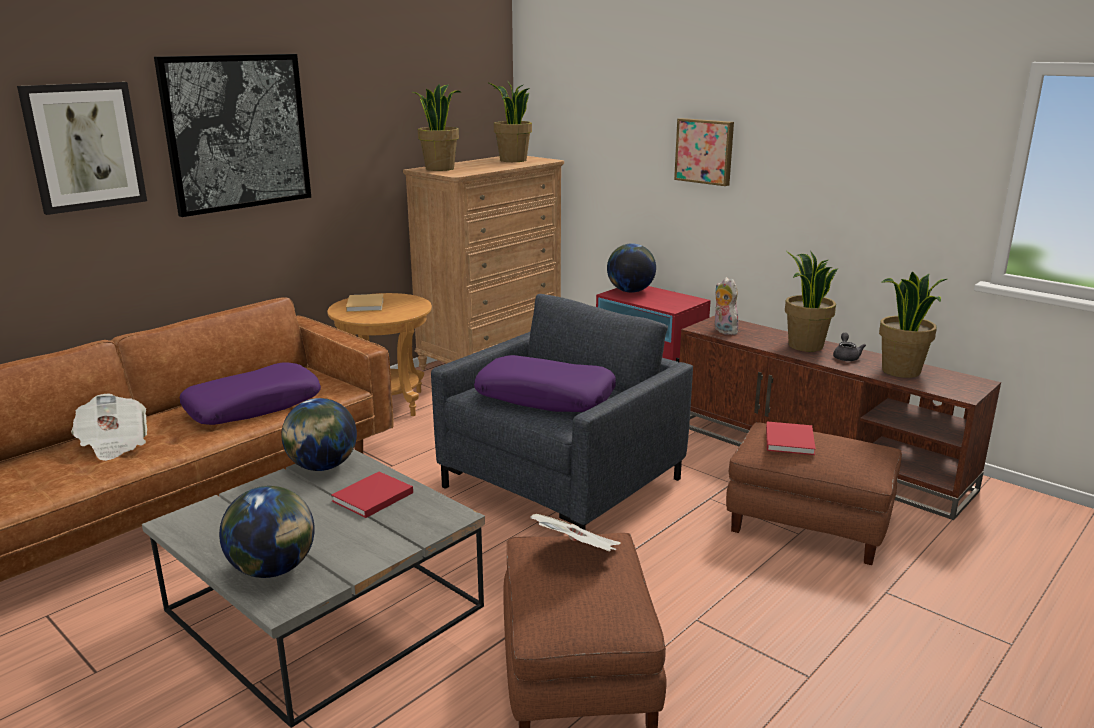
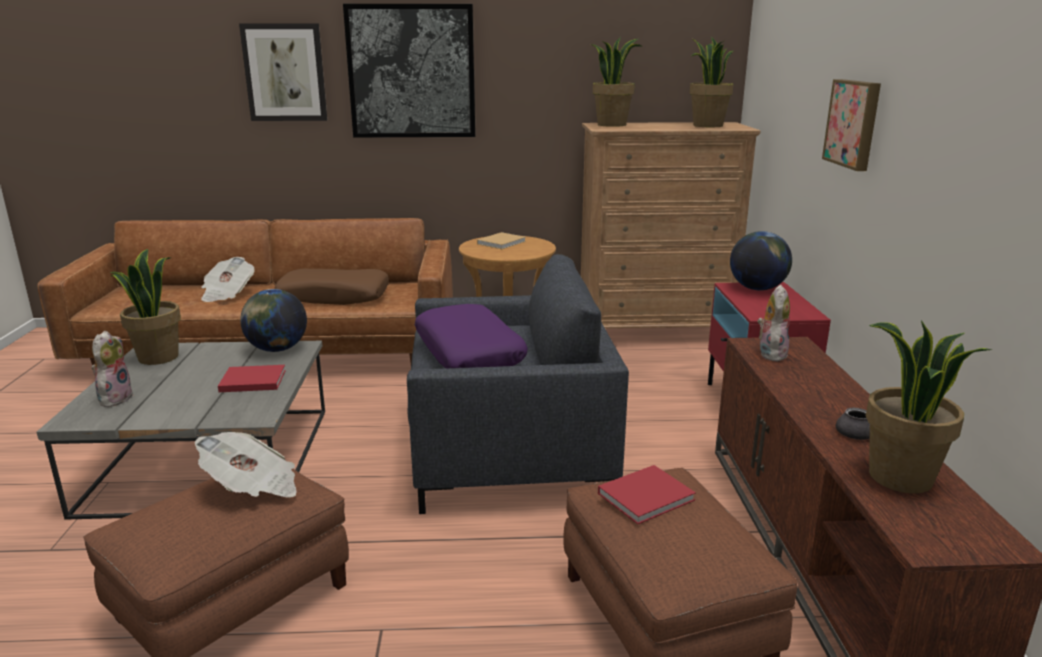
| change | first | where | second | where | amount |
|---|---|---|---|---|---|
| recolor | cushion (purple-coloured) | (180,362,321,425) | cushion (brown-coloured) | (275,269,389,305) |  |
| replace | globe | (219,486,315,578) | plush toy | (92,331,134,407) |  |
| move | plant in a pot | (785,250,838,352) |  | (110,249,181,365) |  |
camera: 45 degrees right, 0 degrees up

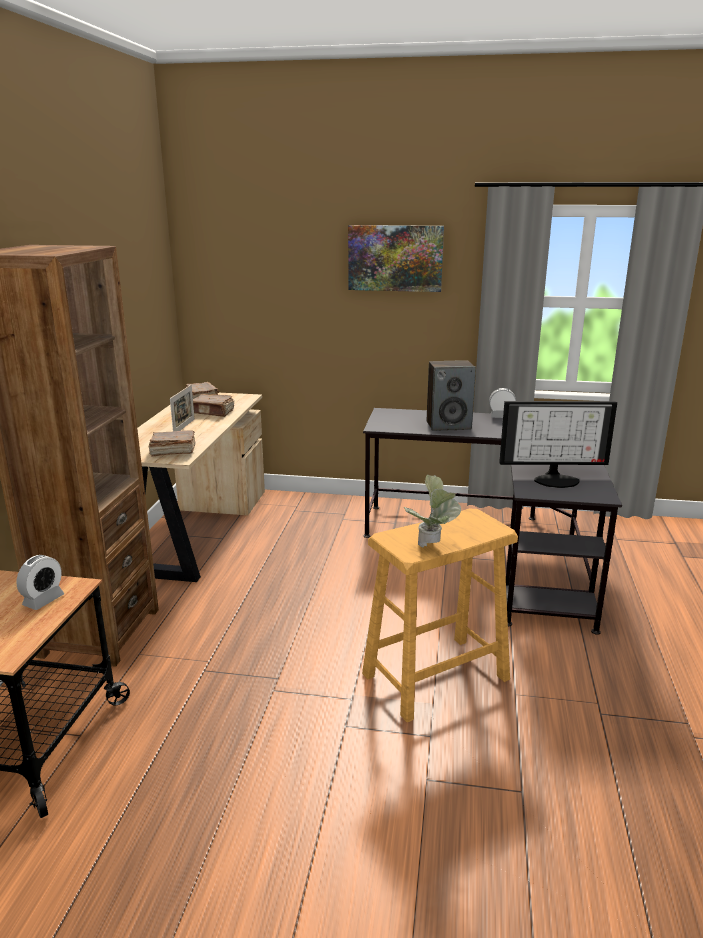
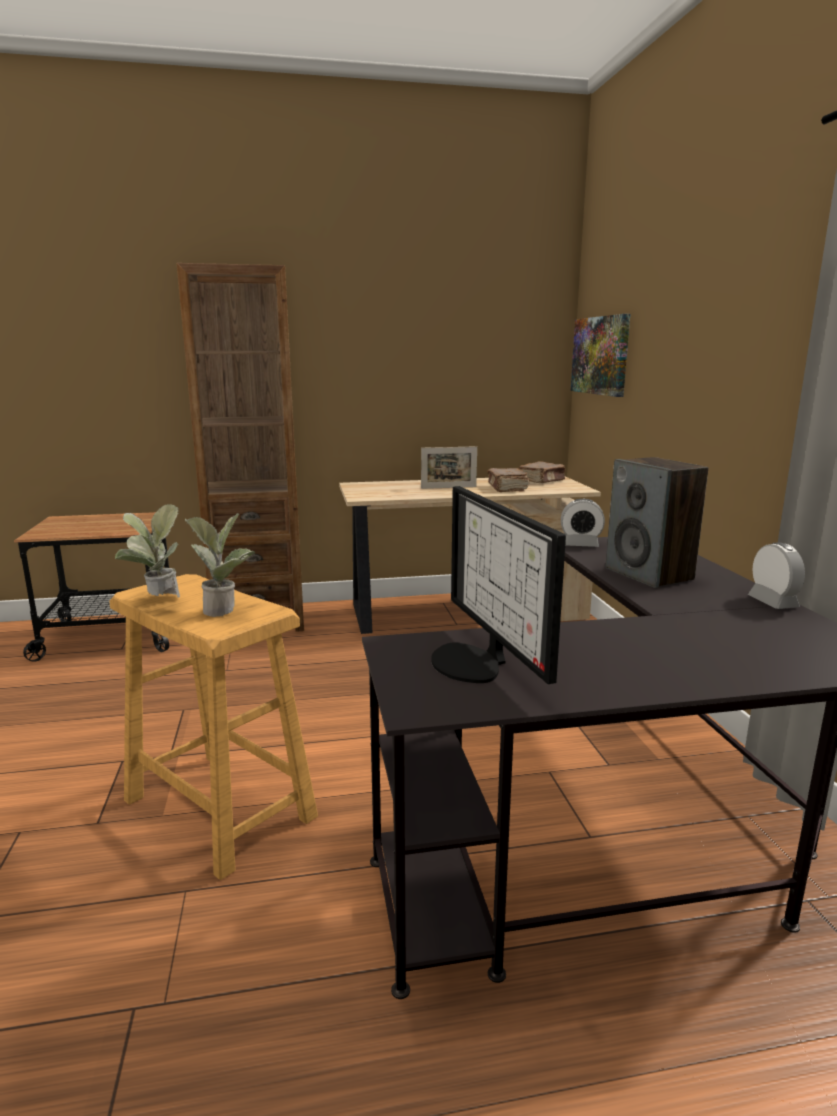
| change | first | where | second | where | amount |
|---|---|---|---|---|---|
| move | alarm clock | (16,555,64,610) |  | (561,499,605,547) |  |
| delete | book (brown-coloured) | (149,430,196,457) |  |  |  |
| move | wall art | (348,225,444,292) |  | (571,314,630,397) |  |
| insert |  |  | plant in a pot | (185,513,255,617) |  |
camera: 70 degrees right, 5 degrees down

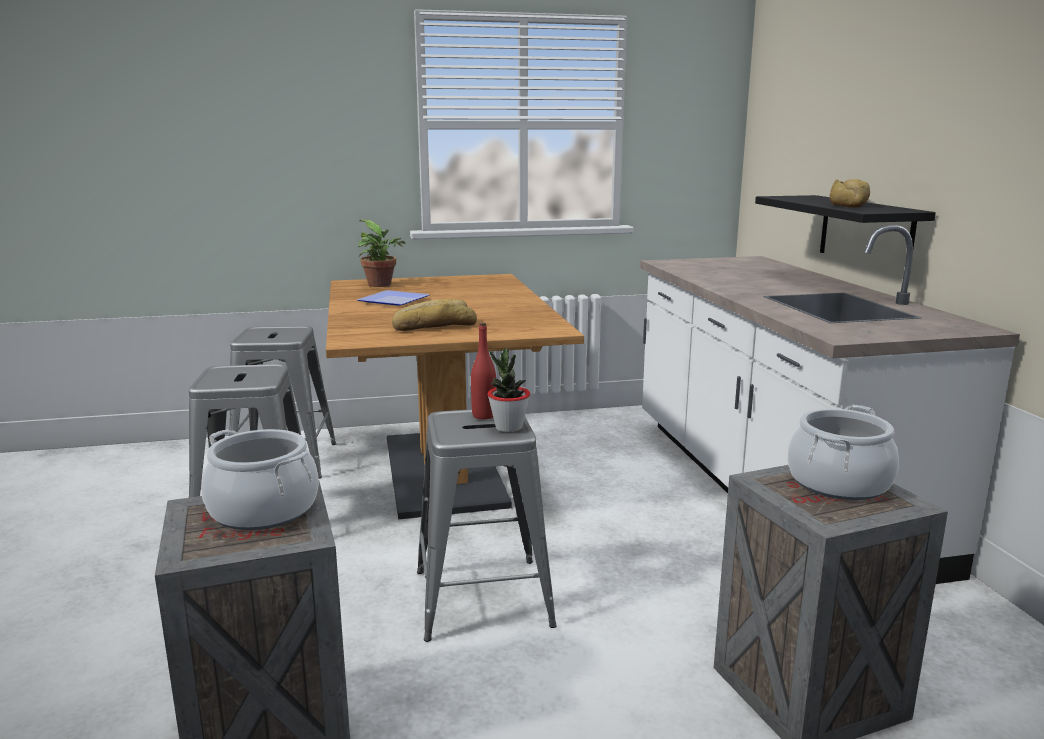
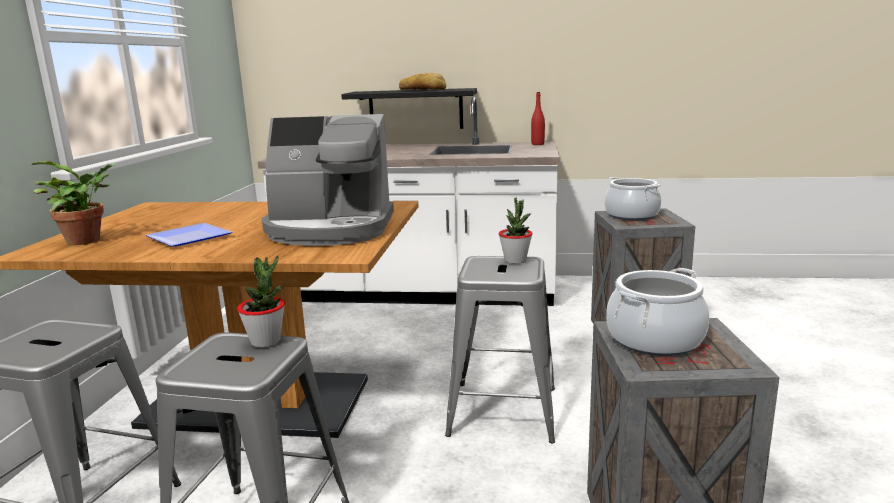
| change | first | where | second | where | amount |
|---|---|---|---|---|---|
| replace | baked bread | (392,299,477,331) | coffee machine | (262,114,394,246) |  |
| move | drink bottle (red) | (471,323,496,419) |  | (531,92,545,145) |  |
| insert |  |  | plant in a pot | (237,255,285,347) |  |
camera: 70 degrees left, 0 degrees up

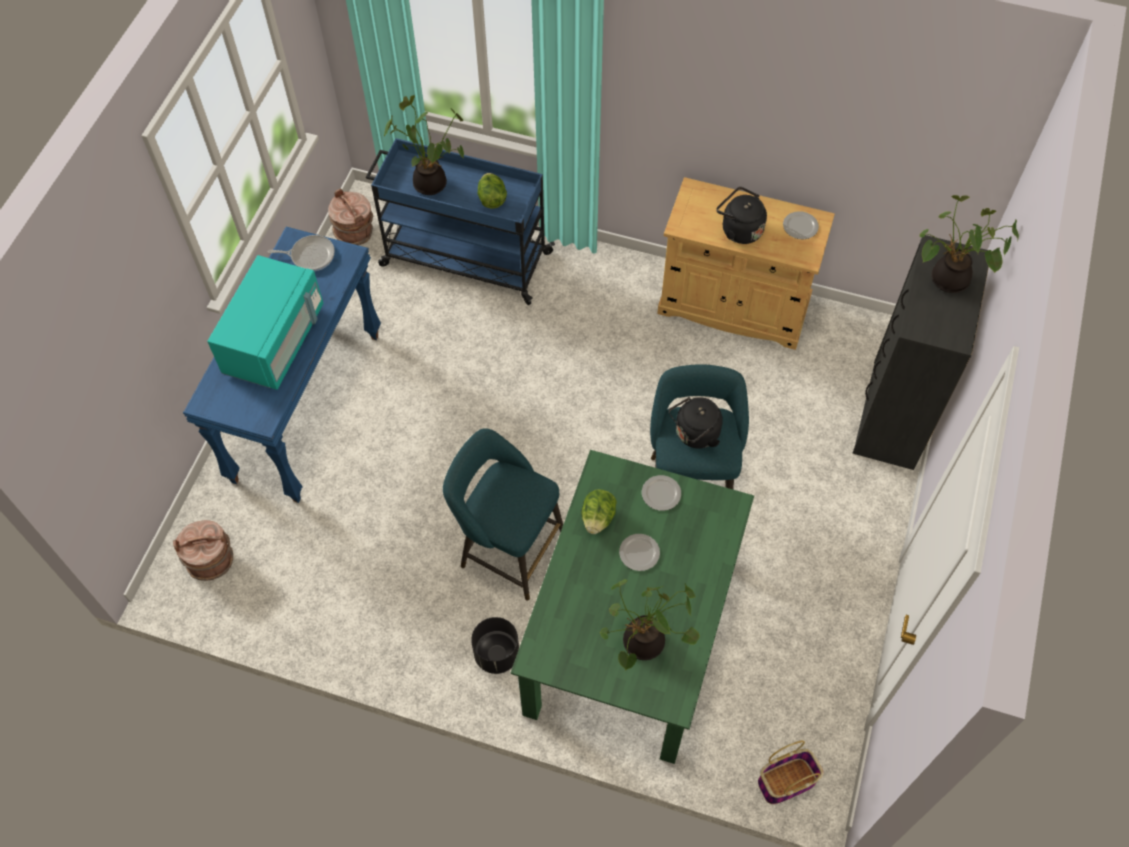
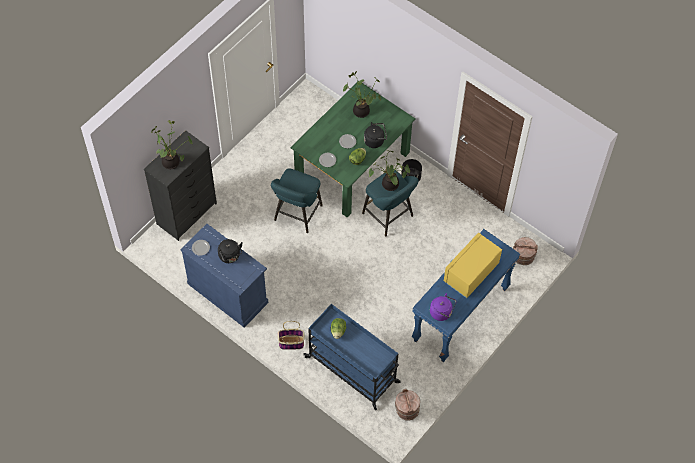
| change | first | where | second | where | amount |
|---|---|---|---|---|---|
| recolor | kitchen microwave (turquoise) | (208,255,324,390) | kitchen microwave (yellowish) | (444,233,502,298) |  |
| replace | frying pan | (268,235,335,271) | kettle (purple-coloured) | (430,293,456,321) |  |
| move | plant in a pot | (384,95,464,195) |  | (369,150,410,191) |  |
| recolor | cabinet (sand-coloured) | (657,177,835,350) | cabinet (bluish) | (180,224,268,328) |  |
| move | kettle (black) | (669,397,723,449) |  | (364,122,387,148) |  |
| move | basket | (758,741,824,804) |  | (278,321,304,350) |  |
camera: 160 degrees left, 0 degrees up

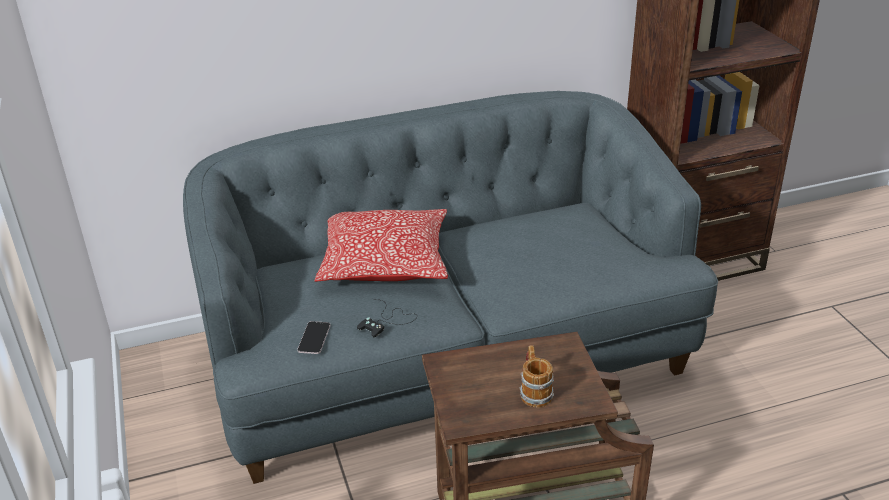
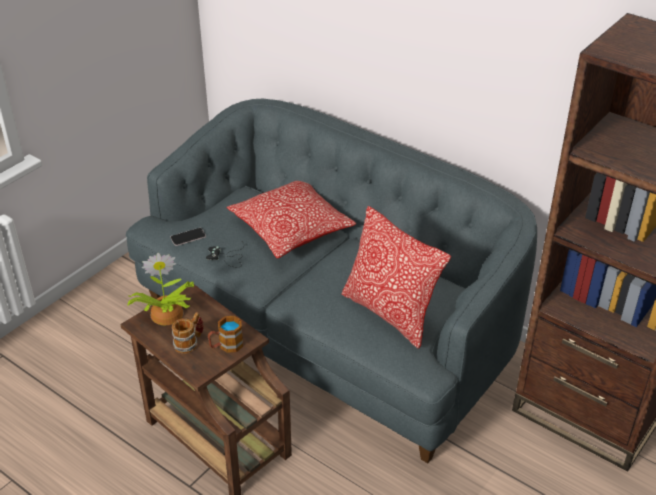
| change | first | where | second | where | amount |
|---|---|---|---|---|---|
| insert |  |  | plant in a pot | (128,253,194,325) |  |
| insert |  |  | coffee mug | (208,316,243,353) |  |
| insert |  |  | cushion | (341,206,451,348) |  |
camera: 55 degrees right, 5 degrees up

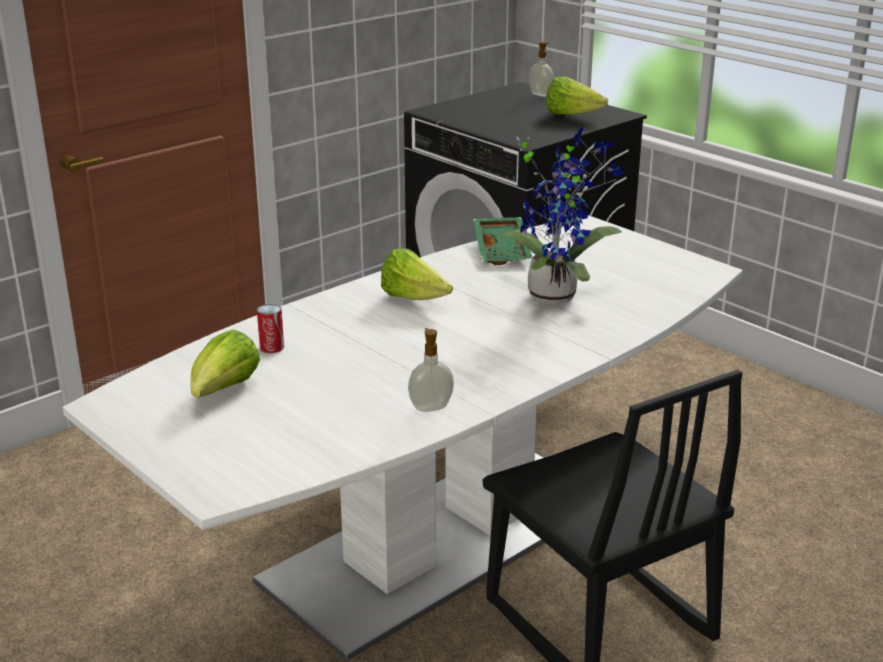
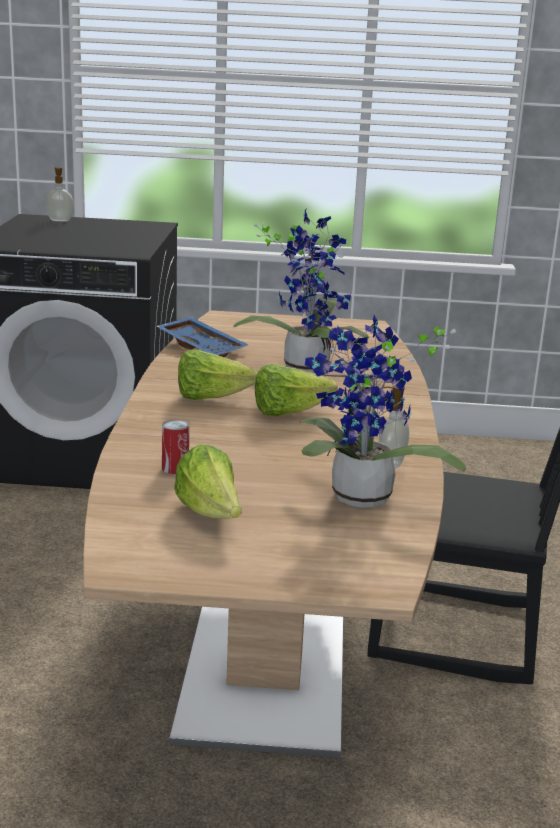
| change | first | where | second | where | amount |
|---|---|---|---|---|---|
| recolor | dinner table (white-coloured) | (62,215,743,661) | dinner table (brown-coloured) | (83,310,444,758) |  |
| recolor | tray (green) | (473,217,533,265) | tray (bluish) | (156,317,249,357) |  |
| move | lettuce head | (546,76,608,115) |  | (255,364,338,416) |  |
| insert |  |  | plant in a pot | (300,315,466,508) |  |
camera: 45 degrees left, 5 degrees down

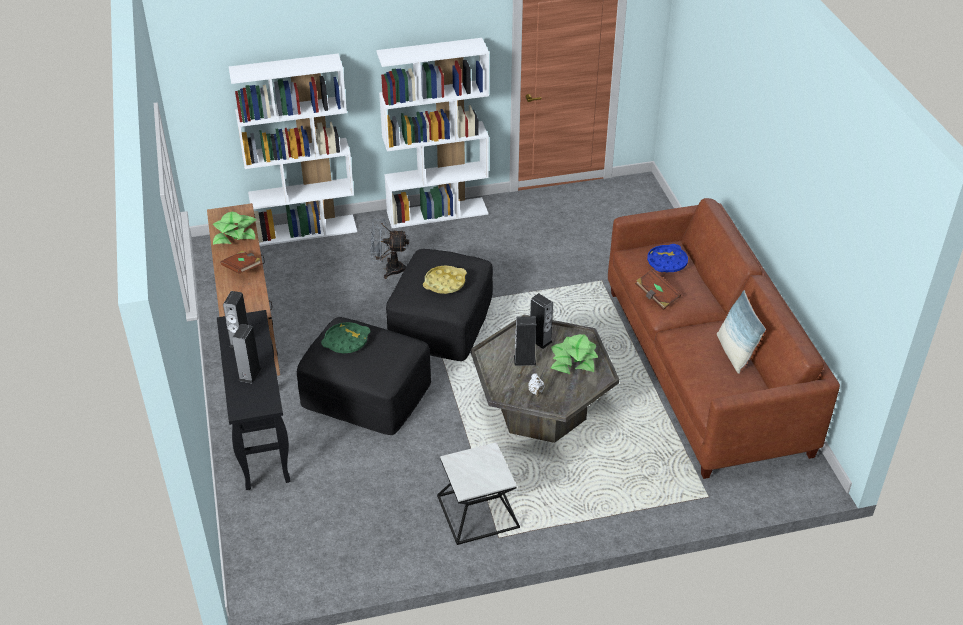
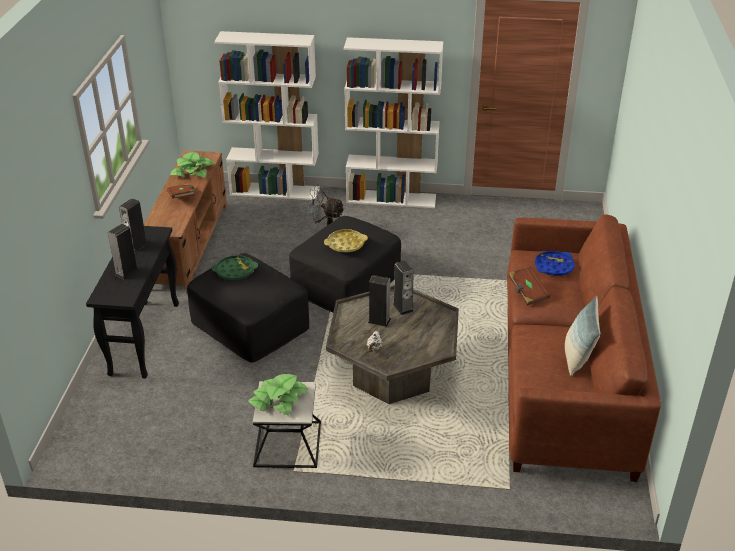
| change | first | where | second | where | amount |
|---|---|---|---|---|---|
| move | plant in a pot | (551,334,598,374) |  | (248,374,309,416) |  |
camera: 20 degrees right, 5 degrees down

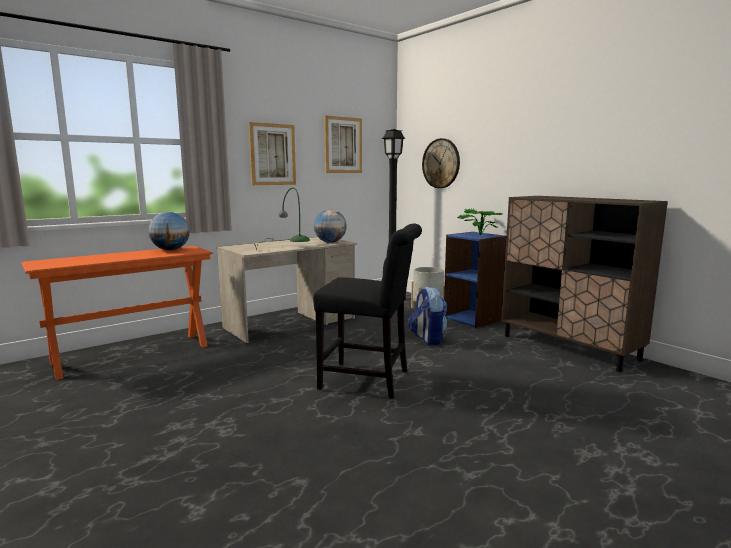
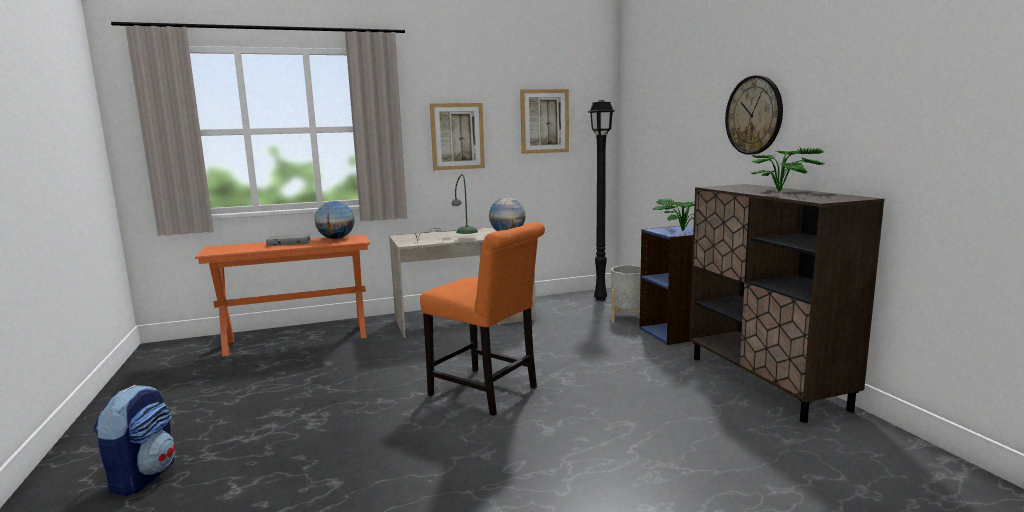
| change | first | where | second | where | amount |
|---|---|---|---|---|---|
| recolor | chair (black) | (313,223,422,399) | chair (orangey) | (420,222,545,416) |  |
| move | knapsack | (408,286,447,345) |  | (94,385,176,496) |  |
| move | hanging clock | (422,138,460,188) |  | (725,75,783,155) |  |
| insert |  |  | book (gray) | (266,234,311,246) |  |
| insert |  |  | plant in a pot | (751,148,825,192) |  |
camera: 20 degrees right, 0 degrees up

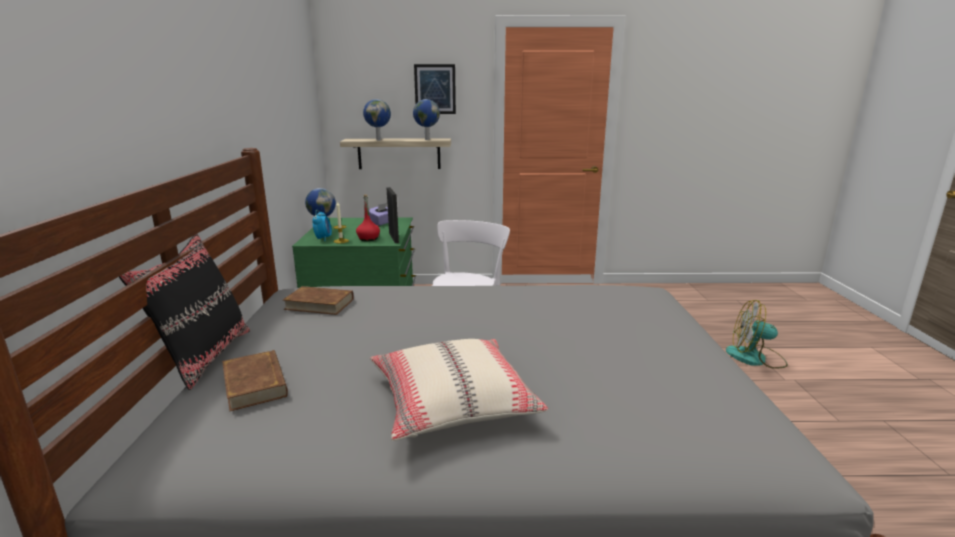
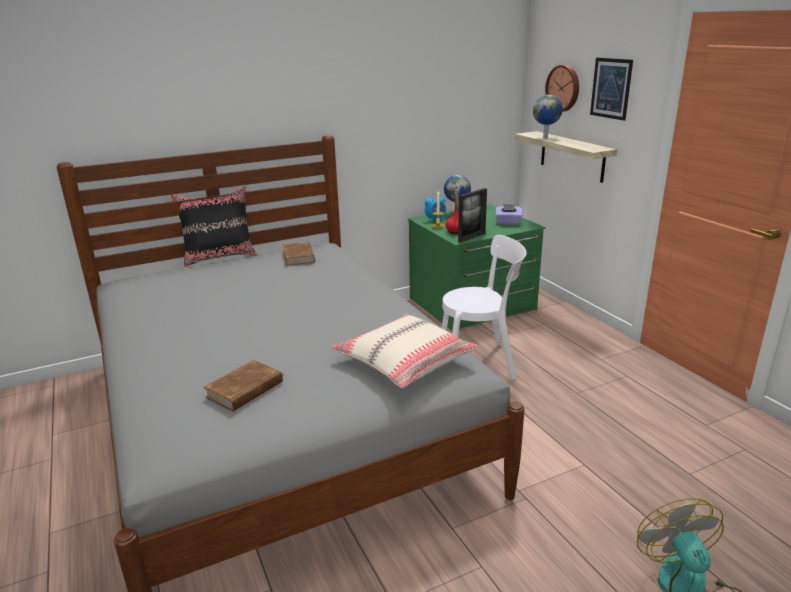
| change | first | where | second | where | amount |
|---|---|---|---|---|---|
| move | book (brown-coloured) | (222,350,288,411) |  | (203,360,285,411) |  |
| move | cushion (sand-coloured) | (370,339,548,441) |  | (331,313,479,388) |  |
| delete | globe | (413,99,440,140) |  |  |  |
| insert |  |  | hanging clock | (545,65,579,112) |  |
camera: 65 degrees right, 5 degrees up

